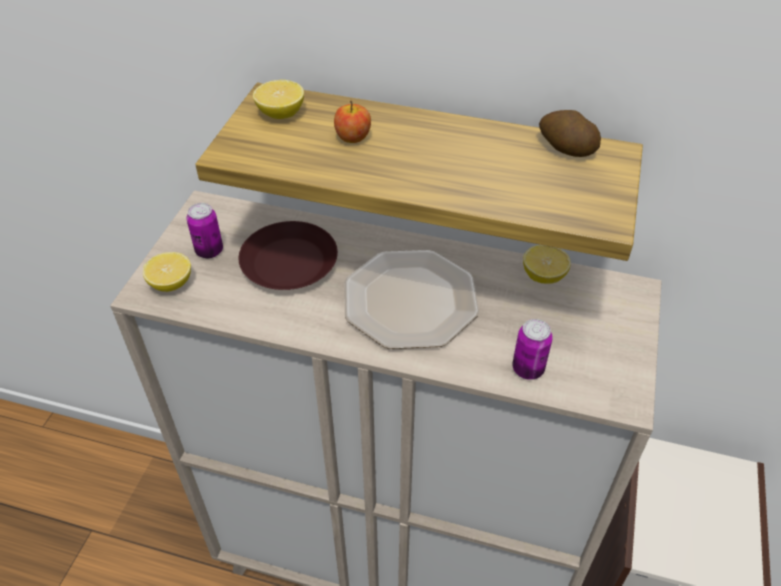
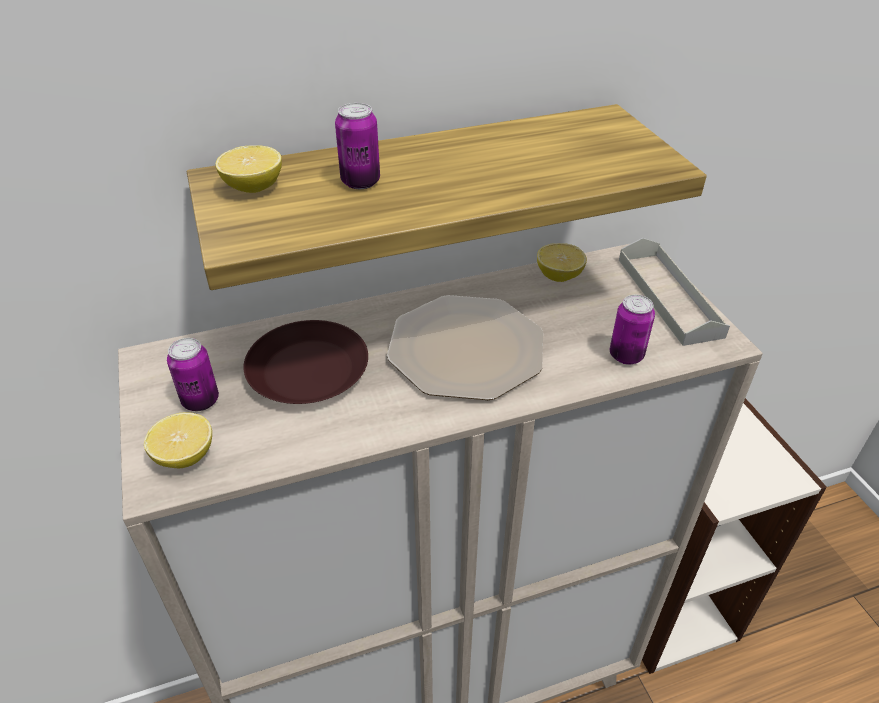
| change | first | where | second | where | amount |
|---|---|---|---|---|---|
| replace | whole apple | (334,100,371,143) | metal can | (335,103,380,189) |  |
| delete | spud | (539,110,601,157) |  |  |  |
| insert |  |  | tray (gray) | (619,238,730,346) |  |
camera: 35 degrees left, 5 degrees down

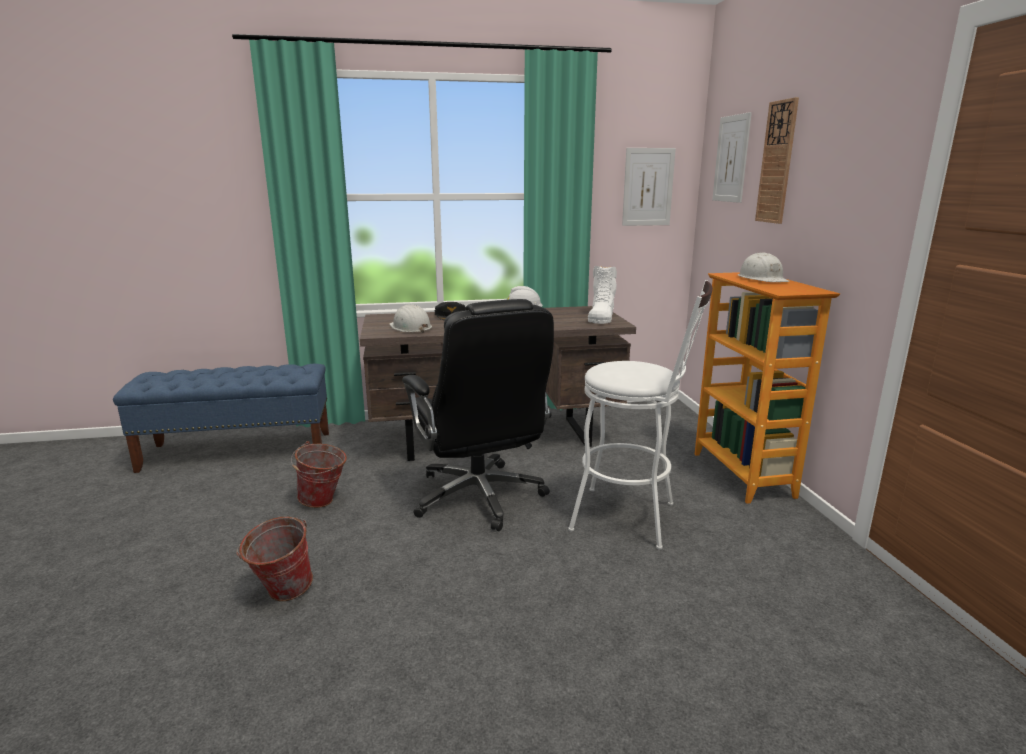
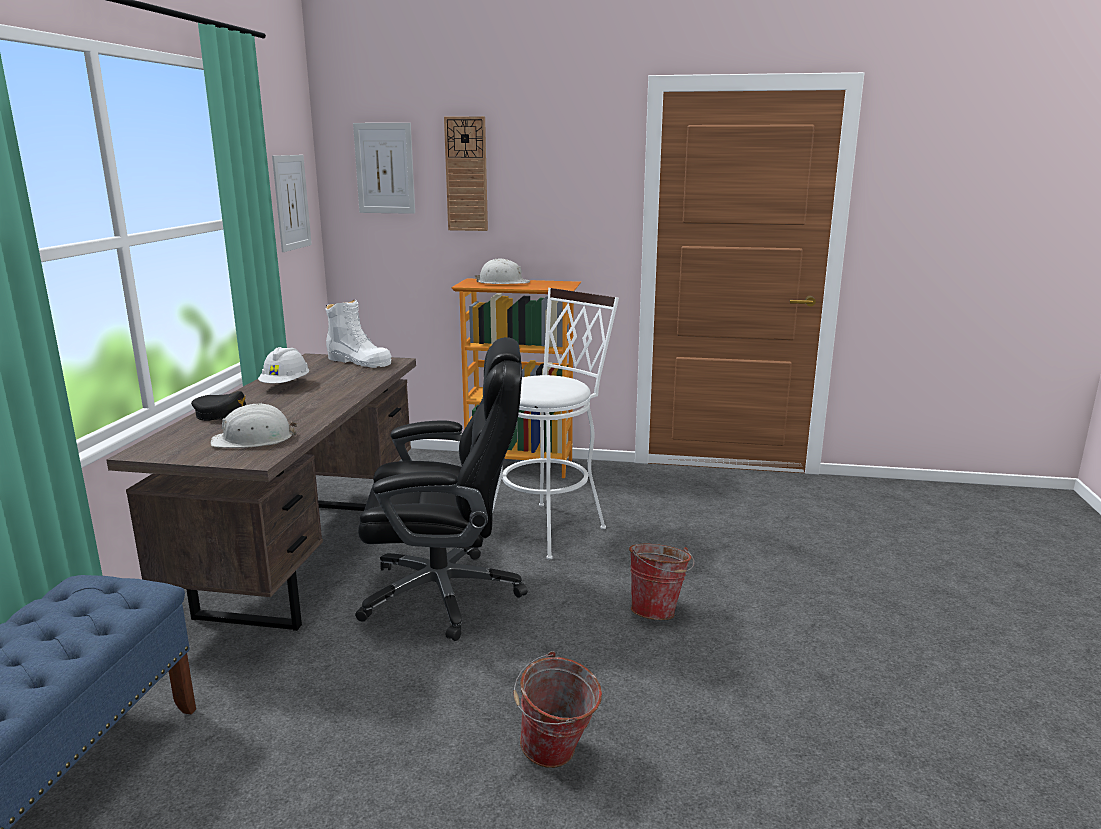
| change | first | where | second | where | amount |
|---|---|---|---|---|---|
| move | pail | (291,441,347,508) |  | (629,544,694,620) |  |
camera: 70 degrees left, 0 degrees up

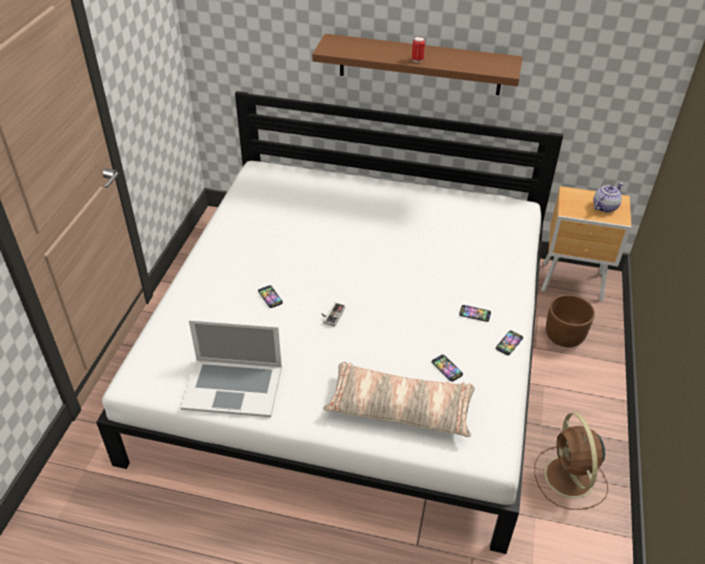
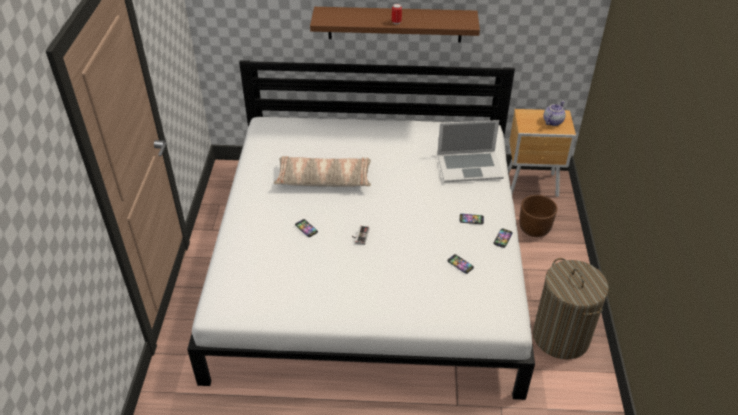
| change | first | where | second | where | amount |
|---|---|---|---|---|---|
| move | portable computer | (181,320,282,417) |  | (437,120,504,182) |  |
| move | cushion | (323,362,475,437) |  | (273,156,371,187) |  |
| replace | electric fan (brown-coloured) | (534,413,608,510) | washing basket | (533,258,609,360) |  |
camera: 10 degrees left, 0 degrees up

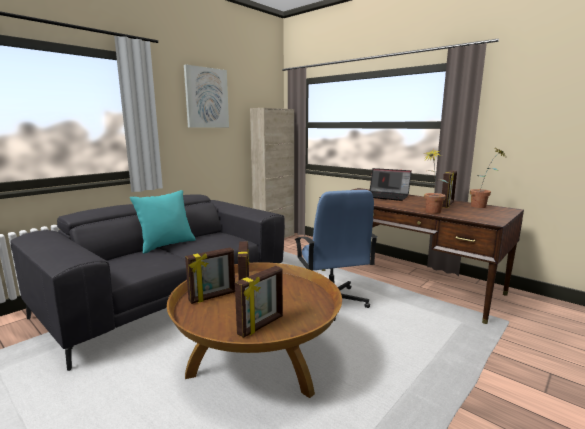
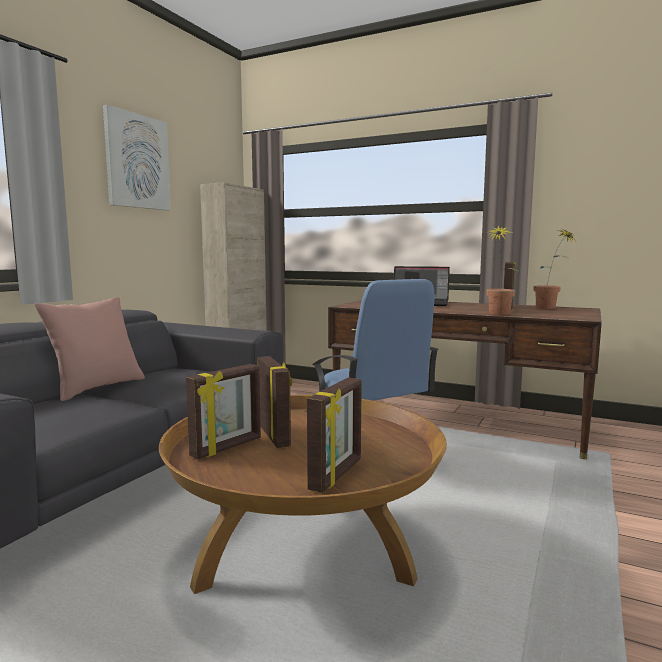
| change | first | where | second | where | amount |
|---|---|---|---|---|---|
| recolor | cushion (turquoise) | (130,190,196,254) | cushion (pink-coloured) | (35,297,145,401) |  |
camera: 15 degrees left, 5 degrees down

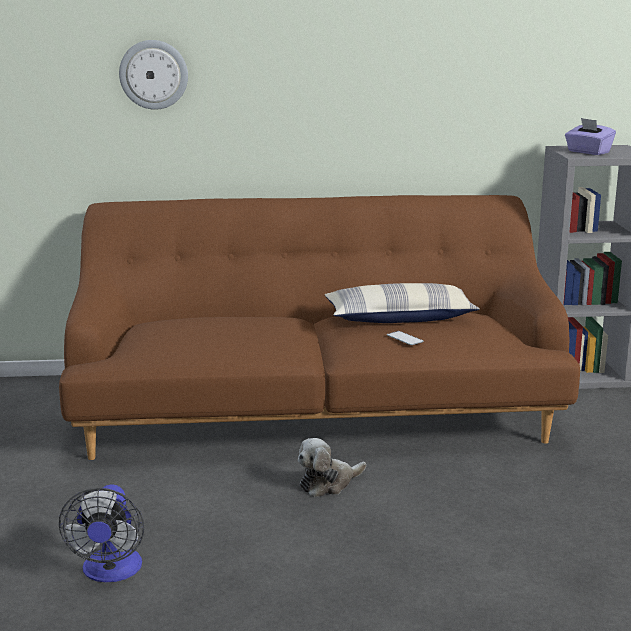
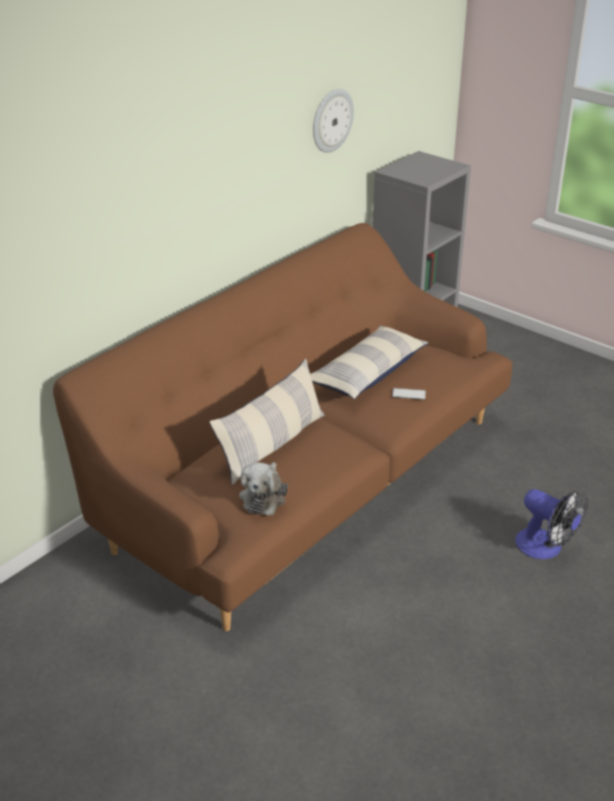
| change | first | where | second | where | amount |
|---|---|---|---|---|---|
| move | electric fan | (59,484,145,582) |  | (515,489,588,559) |  |
| move | hanging clock | (119,40,188,110) |  | (313,89,354,153) |  |
| move | plush toy | (298,438,366,497) |  | (239,462,288,515) |  |
| delete | tissue box (purple-coloured) | (565,118,616,155) |  |  |  |
| insert |  |  | cushion | (209,359,324,485) |  |
camera: 45 degrees left, 15 degrees up

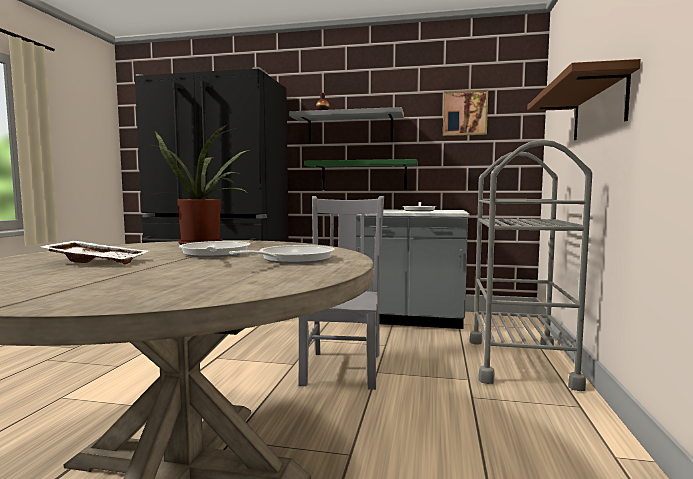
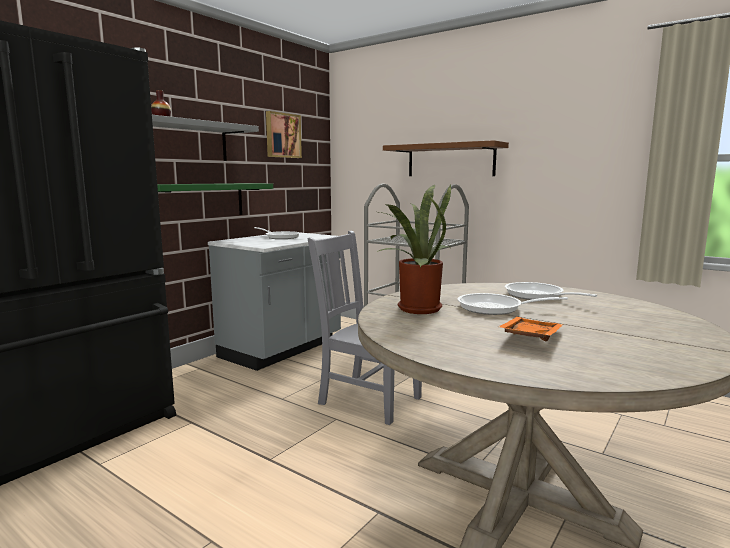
| change | first | where | second | where | amount |
|---|---|---|---|---|---|
| recolor | tray (white-coloured) | (40,240,148,264) | tray (orangey) | (498,317,564,341) |  |
camera: 65 degrees left, 5 degrees up

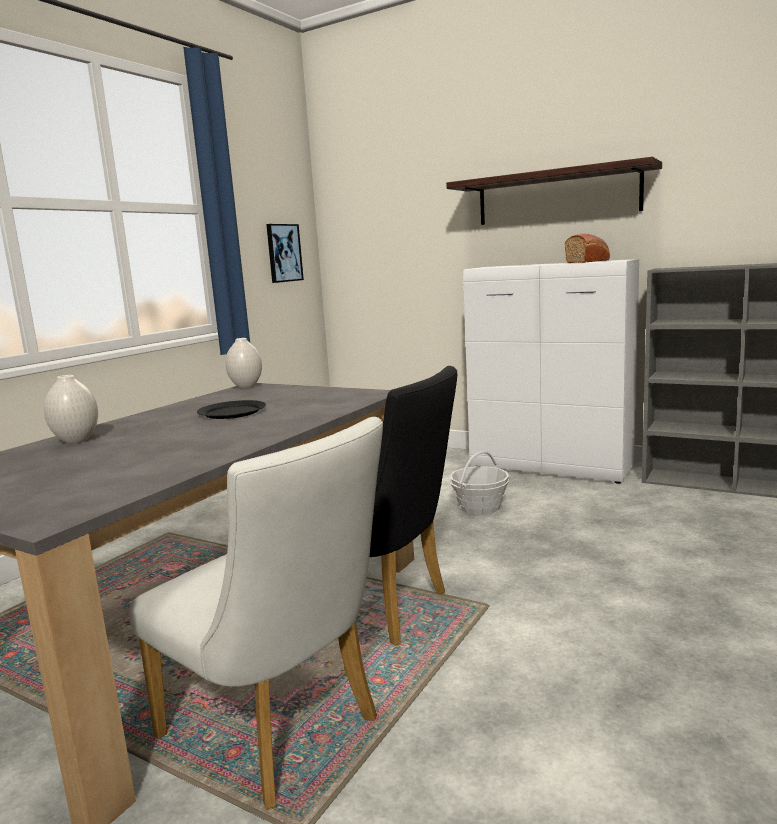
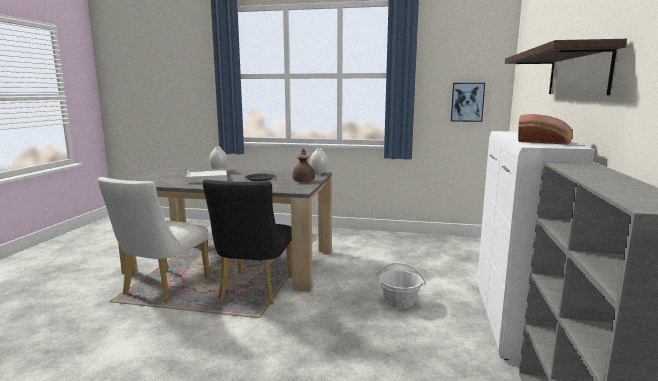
| change | first | where | second | where | amount |
|---|---|---|---|---|---|
| insert |  |  | tray (white-coloured) | (186,168,227,183) |  |
| insert |  |  | teapot (brown-coloured) | (292,149,315,182) |  |
camera: 70 degrees right, 0 degrees up

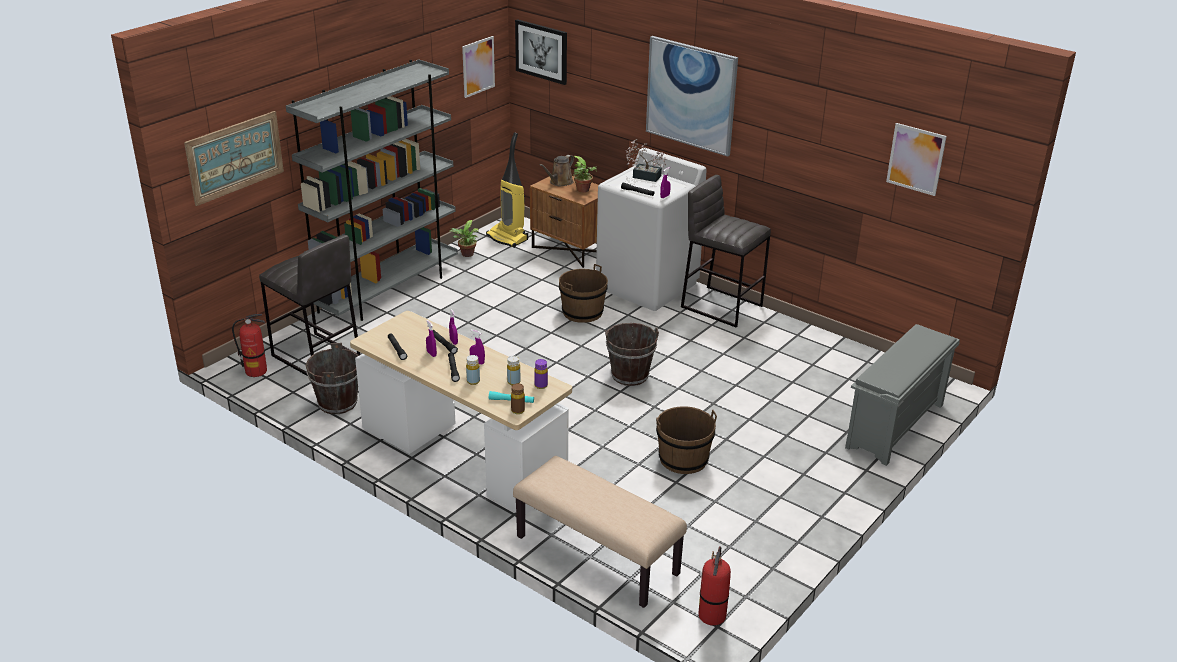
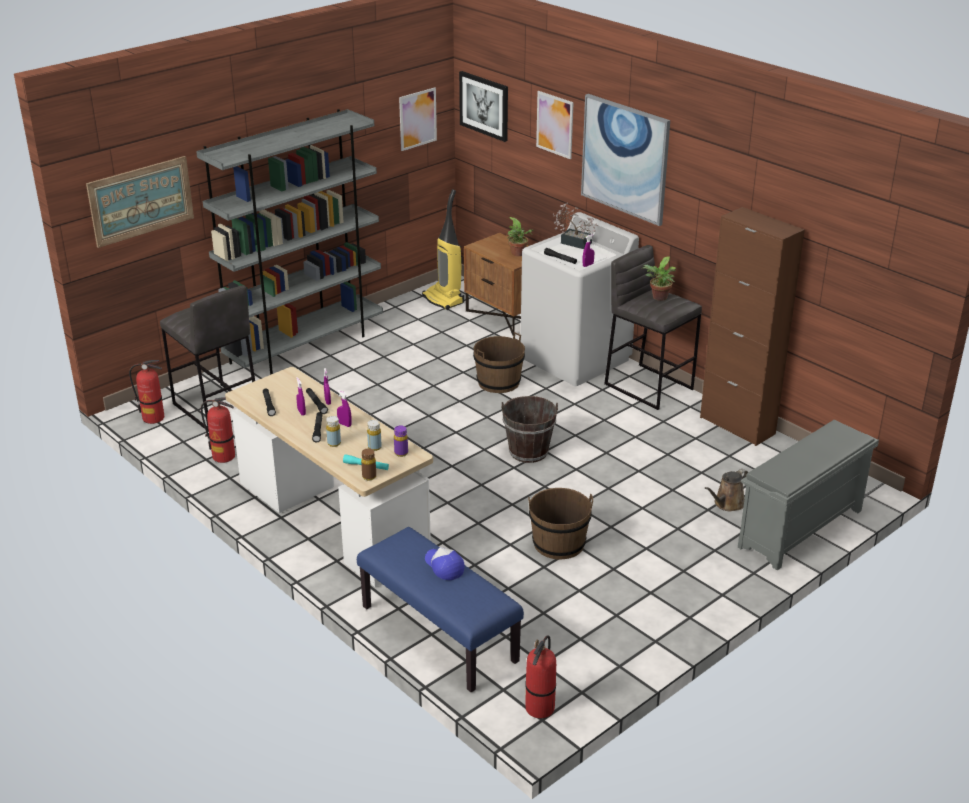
| change | first | where | second | where | amount |
|---|---|---|---|---|---|
| replace | pail (brown-coloured) | (306,343,359,414) | fire-fighting cylinder | (201,397,235,463) |  |
| move | plant in a pot | (449,220,479,257) |  | (643,256,677,301) |  |
| recolor | indoor bench (sand-coloured) | (513,456,687,608) | indoor bench (bluish) | (357,527,524,692) |  |
| move | watering can (brown-coloured) | (539,155,574,186) |  | (705,469,748,512) |  |
| move | wall art | (886,123,947,196) |  | (536,91,574,159) |  |
| insert |  |  | peaked cap | (425,547,465,580) |  |
| insert |  |  | cabinet (brown-coloured) | (700,207,805,446) |  |
camera: 10 degrees right, 0 degrees up

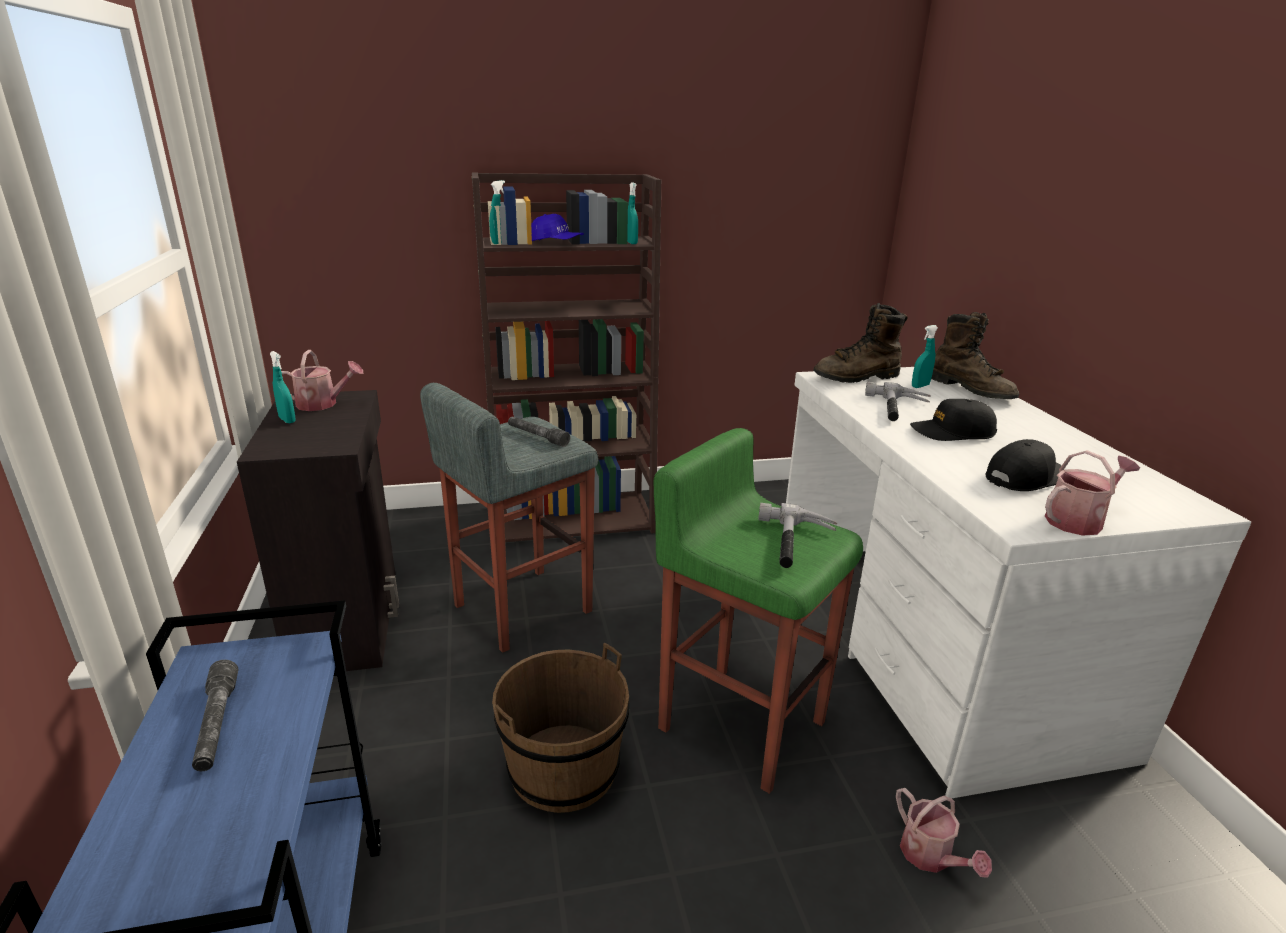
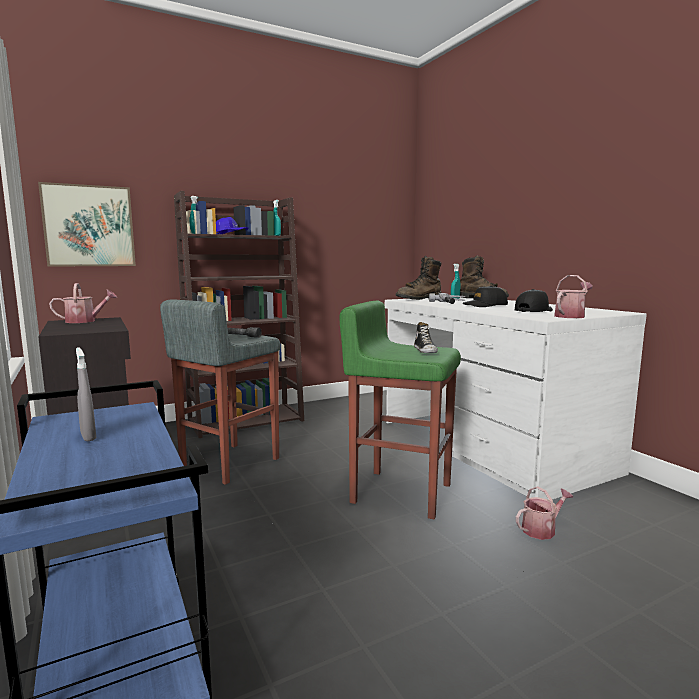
| change | first | where | second | where | amount |
|---|---|---|---|---|---|
| replace | torch (gray) | (192,660,238,771) | spray bottle (gray) | (76,347,96,441) |  |
| delete | spray bottle (turquoise) | (270,351,296,423) |  |  |  |
| delete | pail (brown-coloured) | (492,643,629,813) |  |  |  |
| replace | hand hammer | (758,503,837,568) | low shoe | (414,322,438,353) |  |
| rotate | watering can | (896,788,992,878) |  | (516,486,573,540) | 75 degrees counterclockwise |
| insert |  |  | wall art | (38,182,136,267) |  |
camera: 15 degrees left, 15 degrees down

